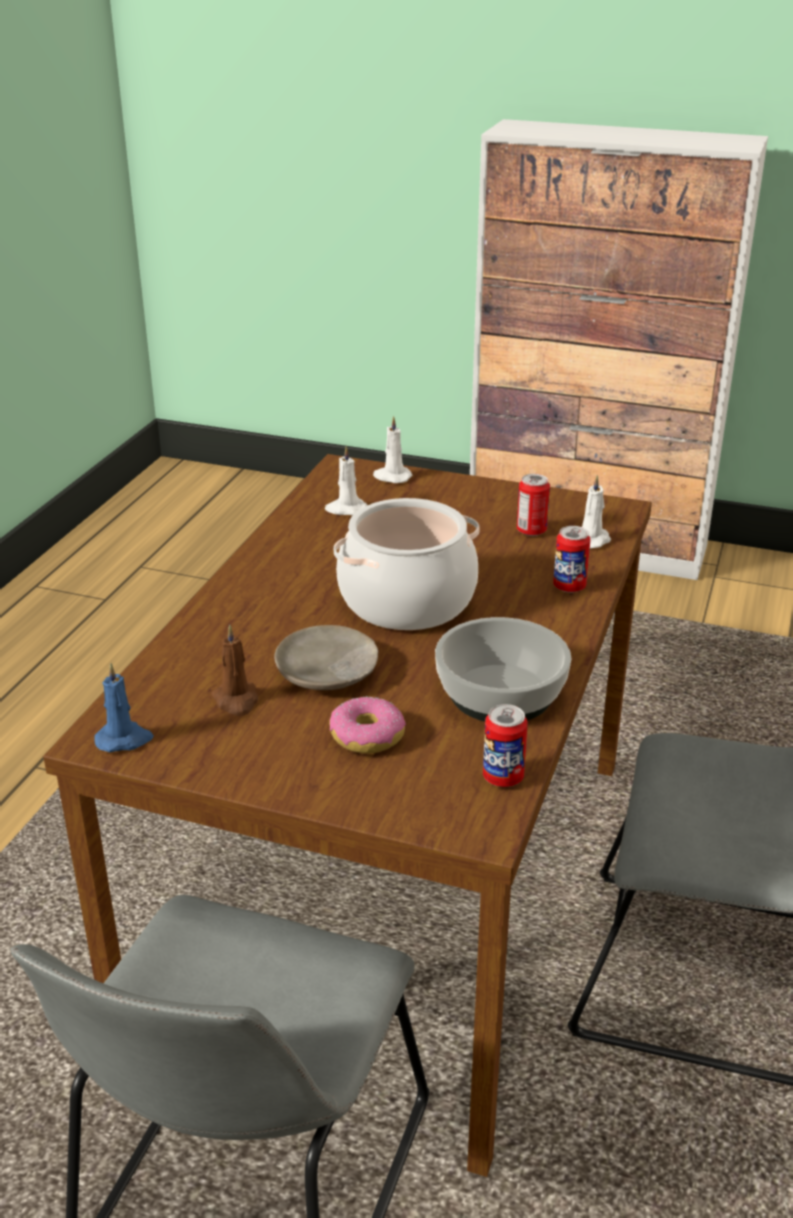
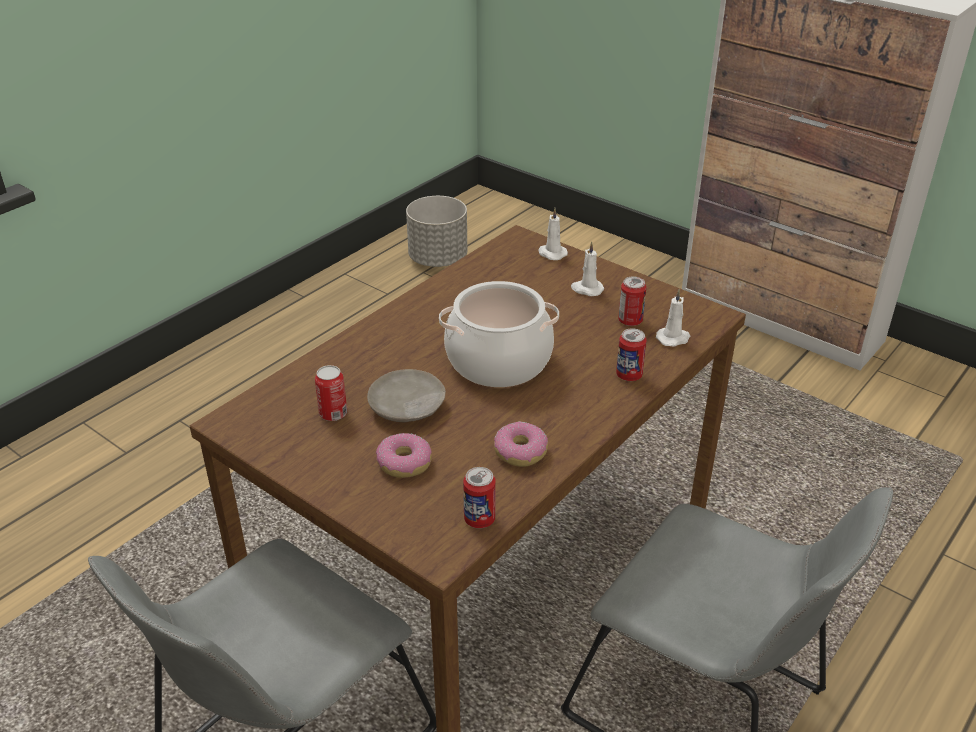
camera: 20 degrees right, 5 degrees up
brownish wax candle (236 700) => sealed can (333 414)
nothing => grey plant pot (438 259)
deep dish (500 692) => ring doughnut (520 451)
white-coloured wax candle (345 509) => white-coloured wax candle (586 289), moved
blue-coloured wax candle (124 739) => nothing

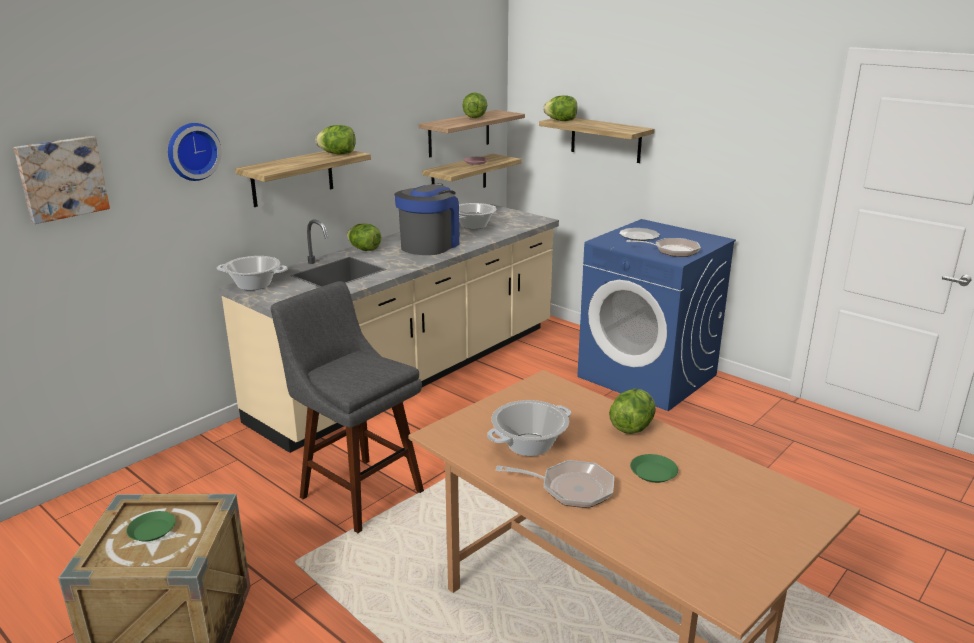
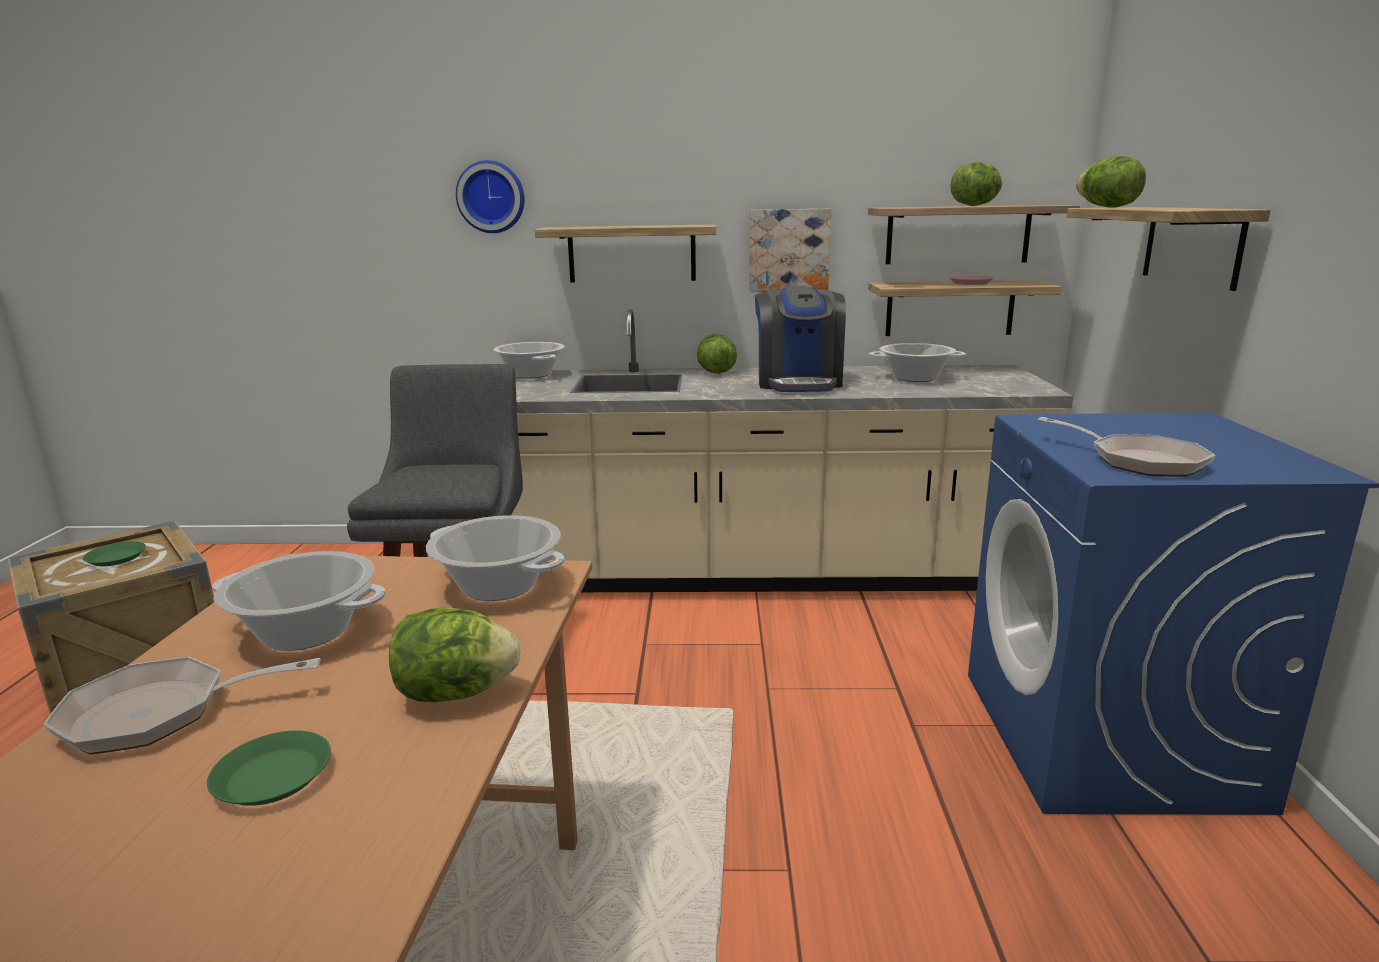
camera: 50 degrees right, 5 degrees down
pan (570 489) => pan (159 713), 105 degrees clockwise
nothing => saucepot (499 585)
picture (62 178) => picture (788 250), moved
coffee brewer (429 245) => coffee brewer (798 383), 105 degrees clockwise
lettuce (338 154) => nothing
flat dish (639 236) => nothing

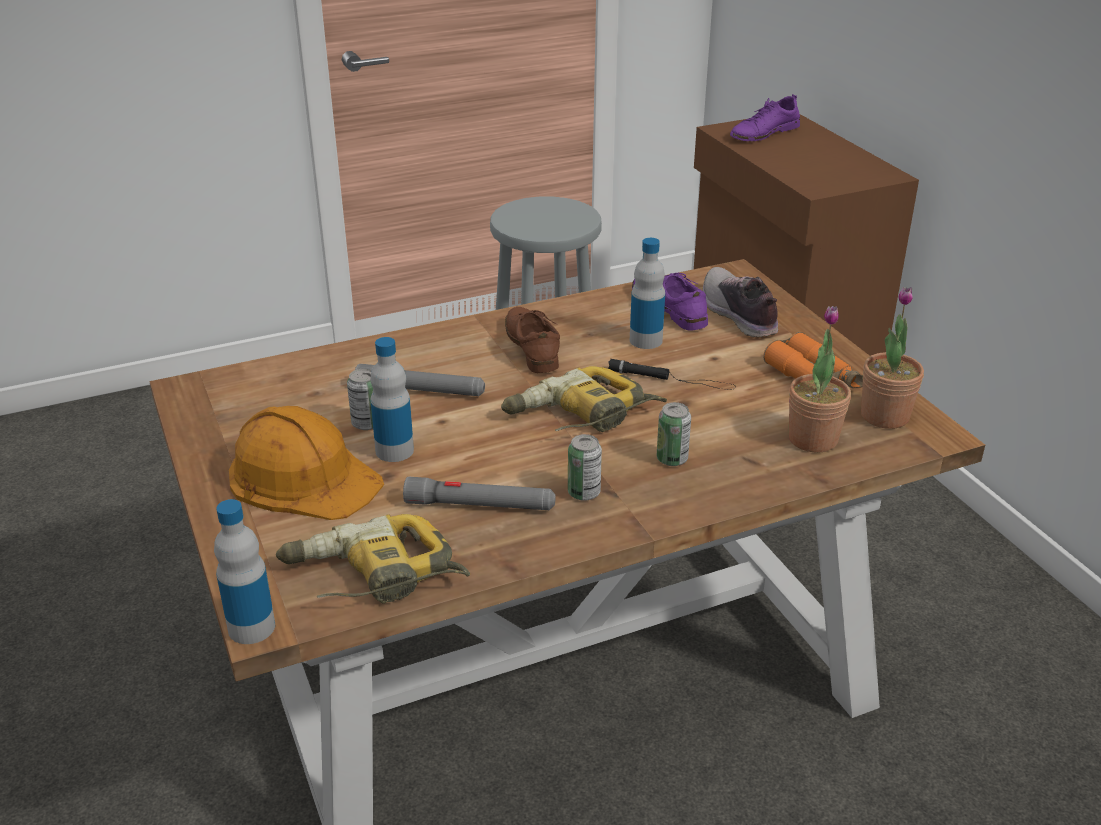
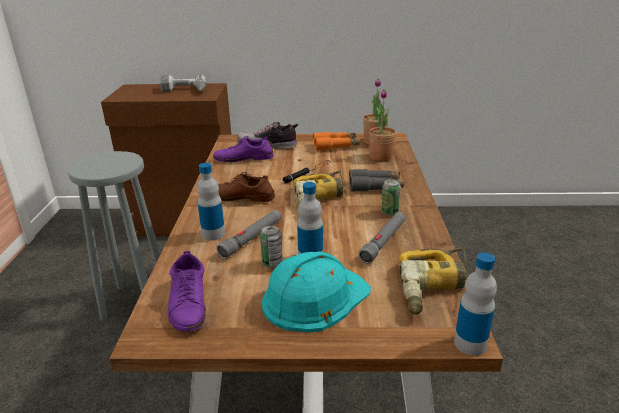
camera: 65 degrees left, 5 degrees down
nothing => power drill (184 90)
purple shoe (764 133) => purple shoe (188 303), moved
drink bottle (646 340) => drink bottle (213 234), moved
orange-coloured safety helmet (303 477) => turquoise-coloured safety helmet (314 297)
sealed can (672 459) => grey binoculars (375 186)

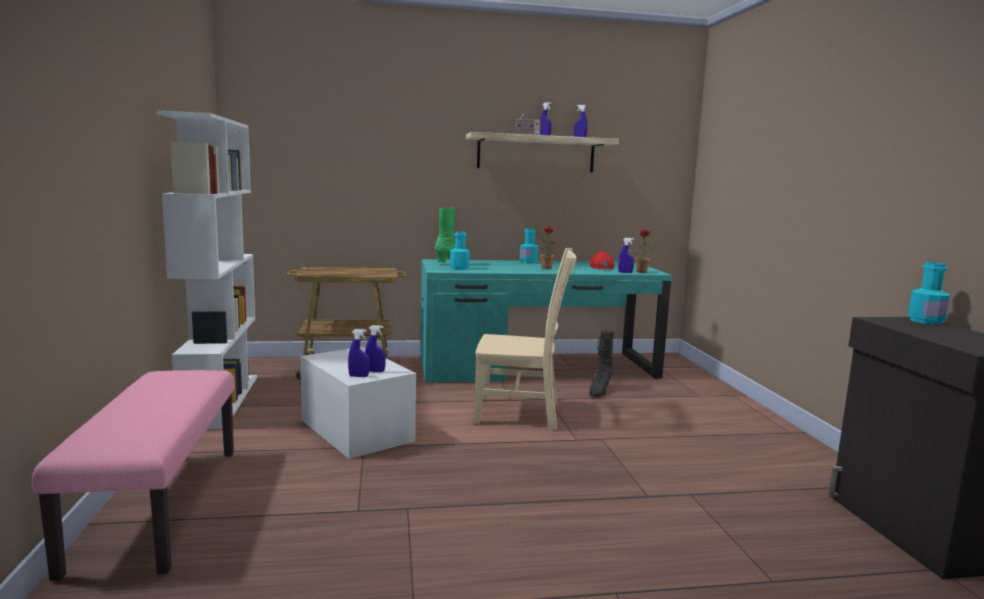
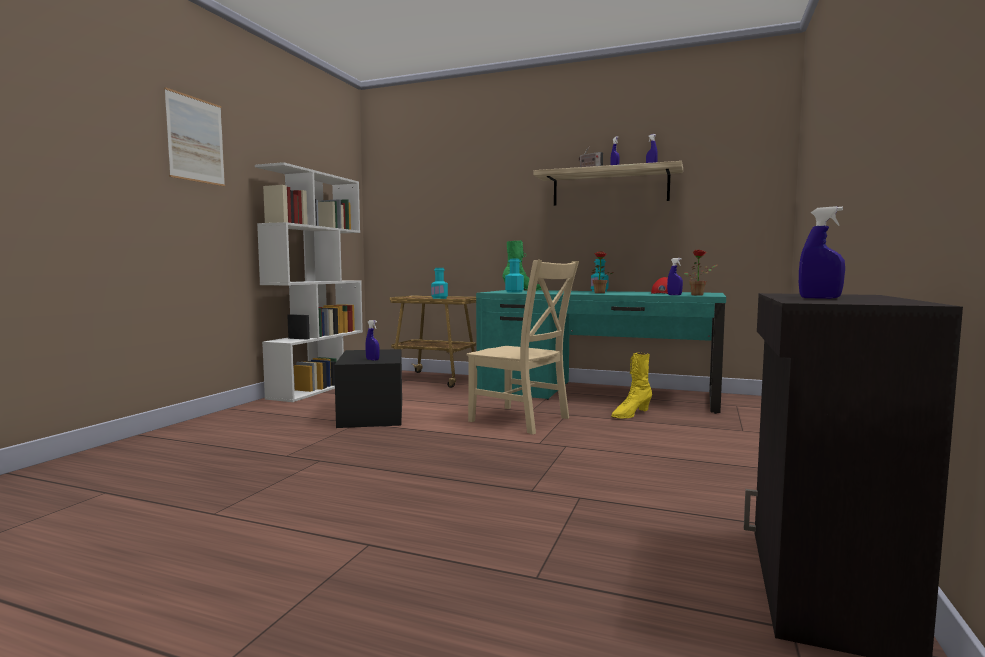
camera: 30 degrees right, 5 degrees down
nothing => picture (195 140)
white-coloured storage container (356 430) => black-coloured storage container (372 413)
turquoise-coloured drink bottle (925 321) => turquoise-coloured drink bottle (439 298), moved
black-coloured boot (599 391) => yellow-coloured boot (630 415)
blue-coloured hand sprayer (358 376) => blue-coloured hand sprayer (819 298), moved
pink indoor bench (157 505) => nothing

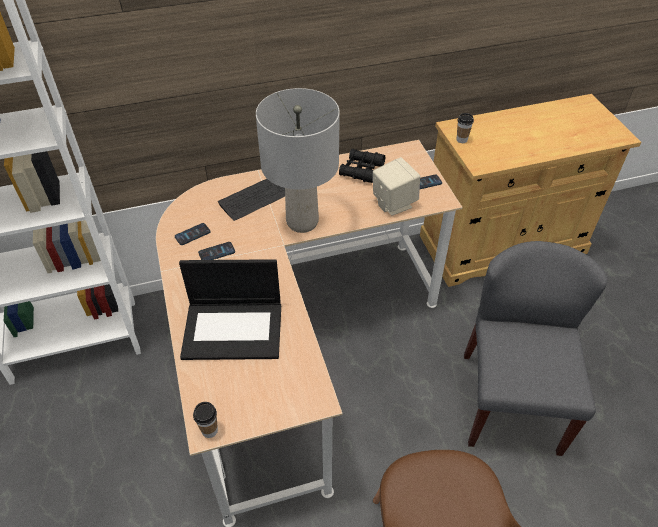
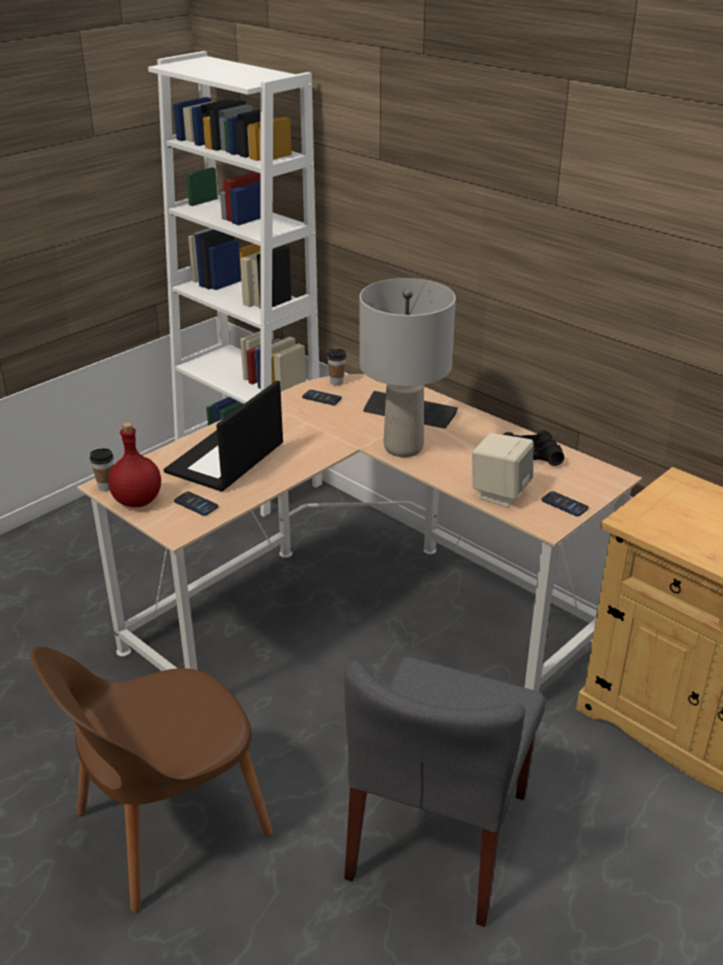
camera: 60 degrees right, 15 degrees down
nothing => red-coloured drink bottle (138 501)
notebook computer (234 329) => notebook computer (225 459), 60 degrees clockwise
telephone (216 252) => telephone (196 504), moved
small cup (461 140) => small cup (336 382), moved
grey chair (510 401) => grey chair (439 836), 135 degrees clockwise

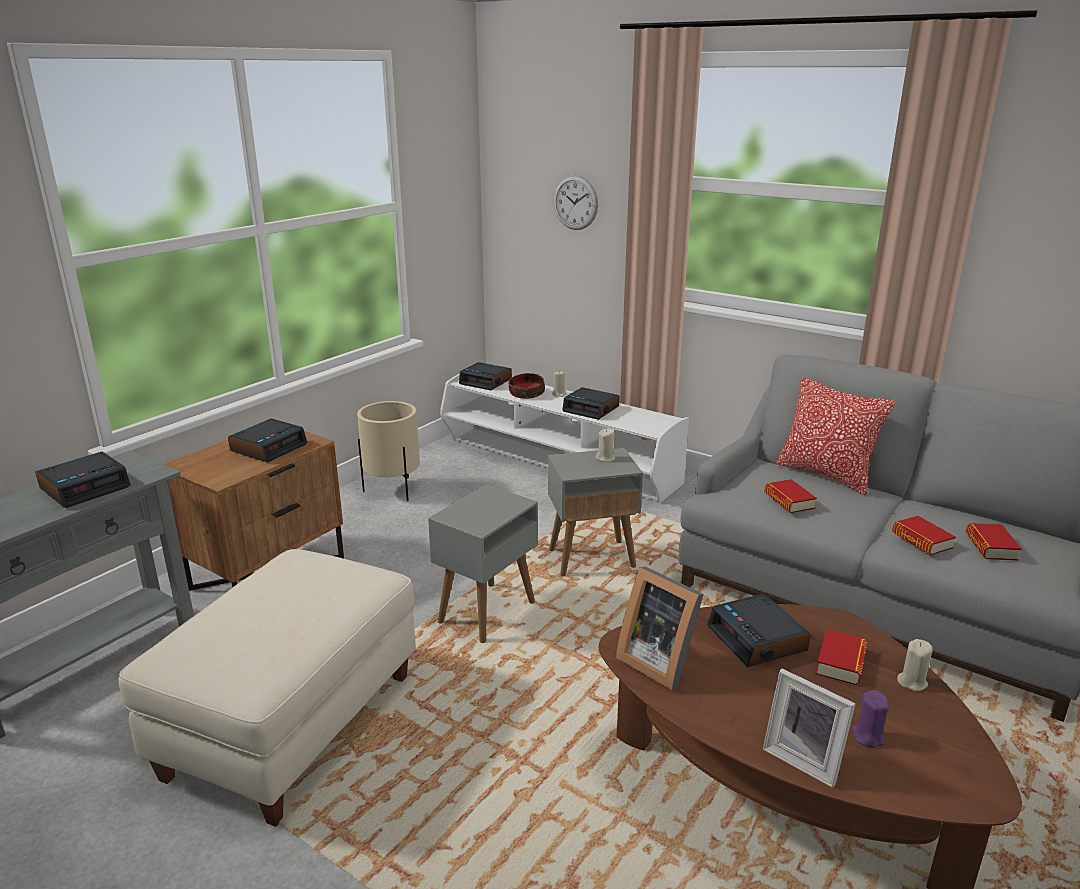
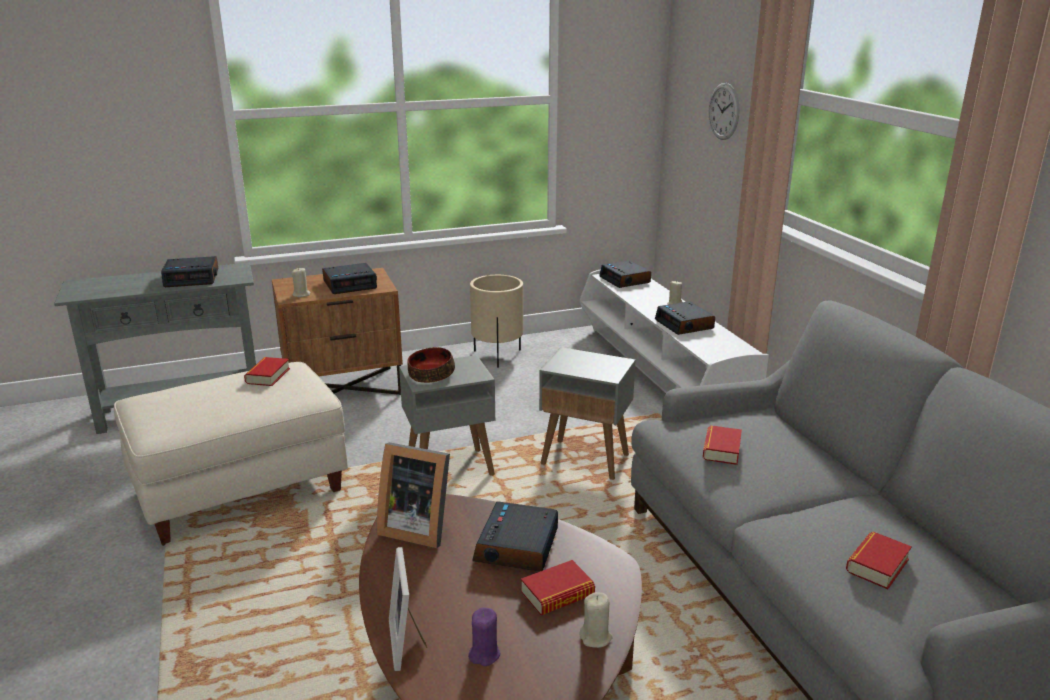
camera: 35 degrees right, 0 degrees up
volume (922 540) => volume (268 376), moved
sand-coloured wax candle (605 458) => sand-coloured wax candle (301 294), moved
picture frame (658 661) => picture frame (416 527), 60 degrees counterclockwise
deep dish (526 394) => deep dish (430 375), moved
throw pillow (826 475) => nothing

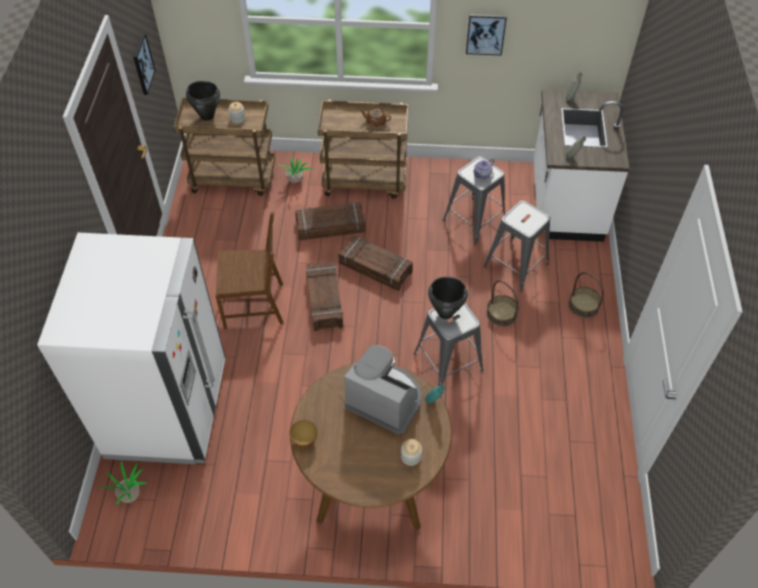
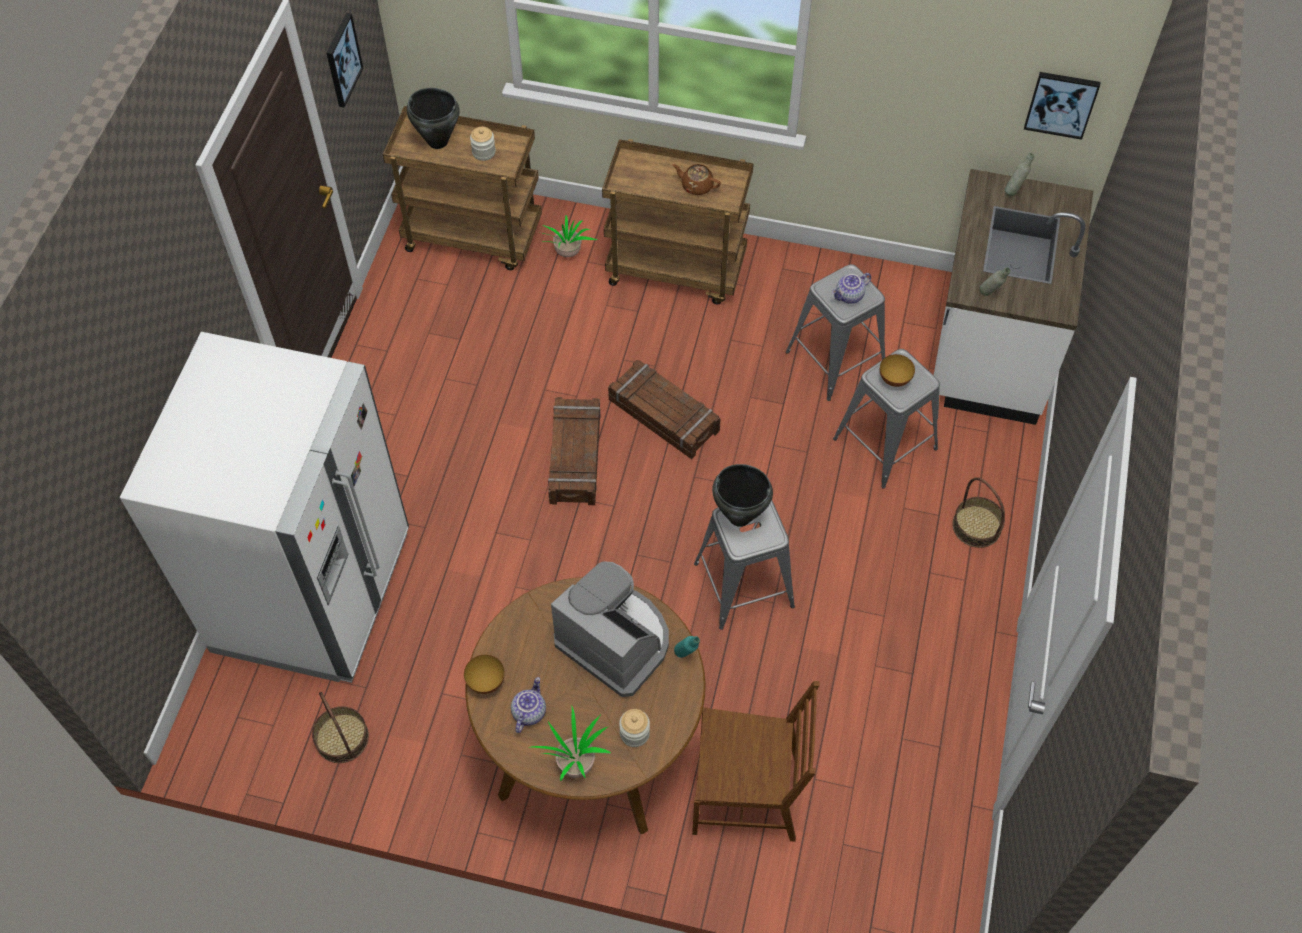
camera: 10 degrees right, 5 degrees up
household basket (501 314) => household basket (342 738), moved
nothing => tea pot (528 712)
plant in a pot (130 494) => plant in a pot (575 762), moved
brownish chair (254 304) => brownish chair (748 793), moved
nothing => deep dish (894 379)
picture (485 33) => picture (1061 104), moved
packing crate (330 226) => nothing

